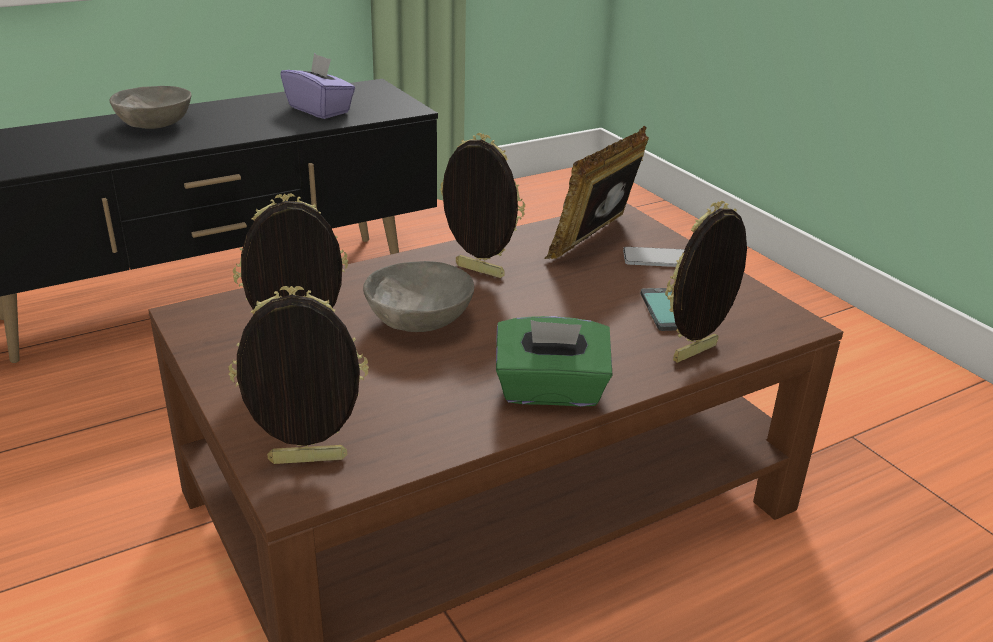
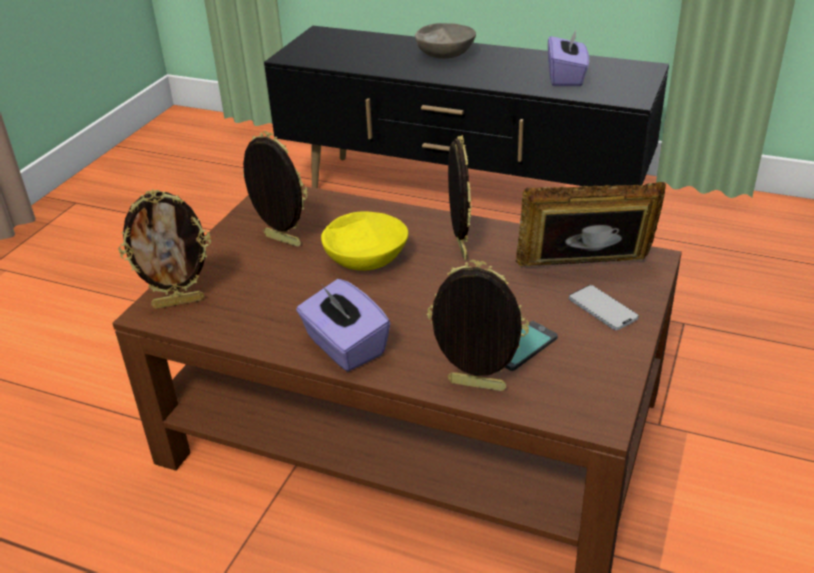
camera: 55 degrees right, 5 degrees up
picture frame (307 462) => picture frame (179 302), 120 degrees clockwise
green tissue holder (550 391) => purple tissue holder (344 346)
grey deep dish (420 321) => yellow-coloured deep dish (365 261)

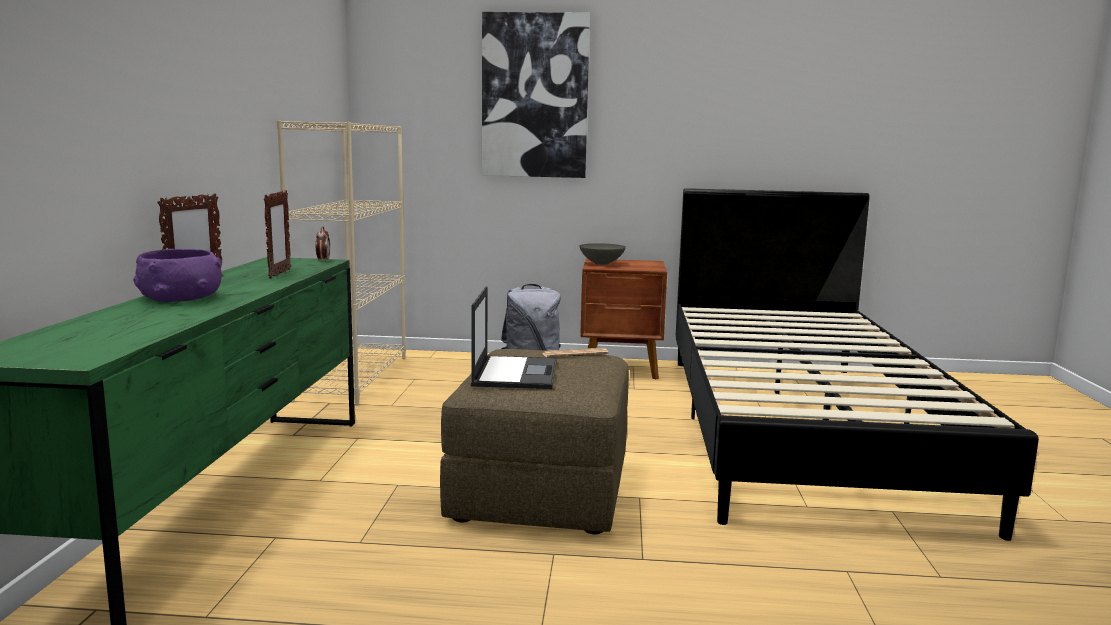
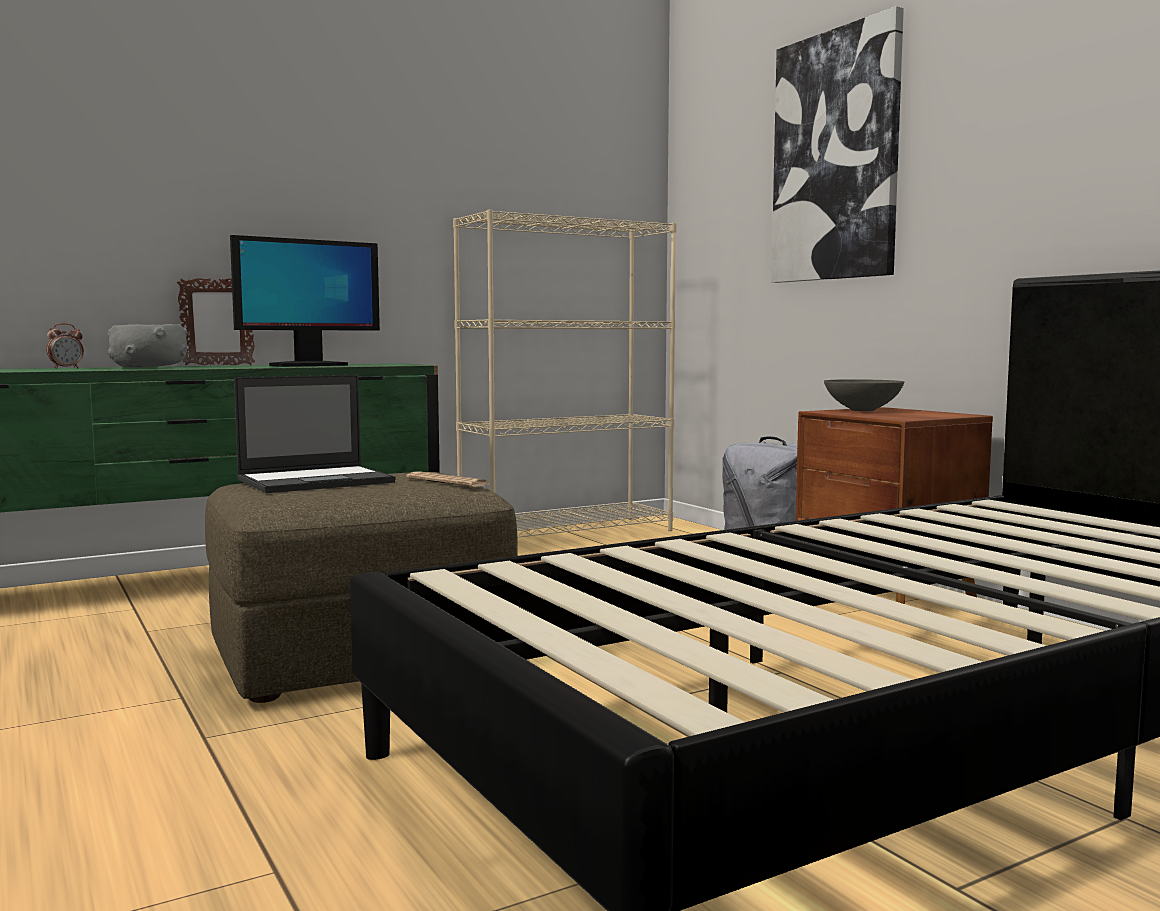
camera: 55 degrees right, 5 degrees down
alarm clock (323 260) => alarm clock (66 368), moved
purple deep dish (181 298) => grey deep dish (150 367)
picture frame (279 274) => computer display (308 365)

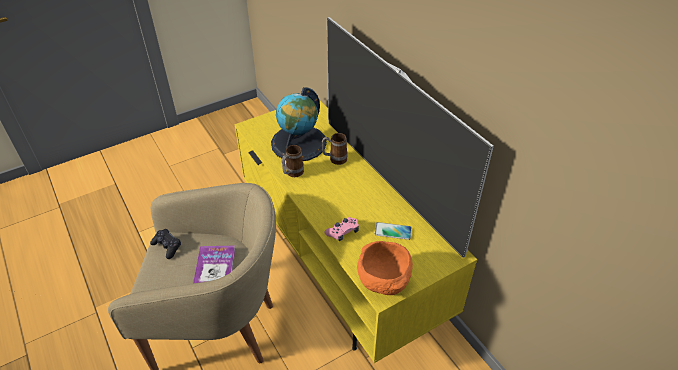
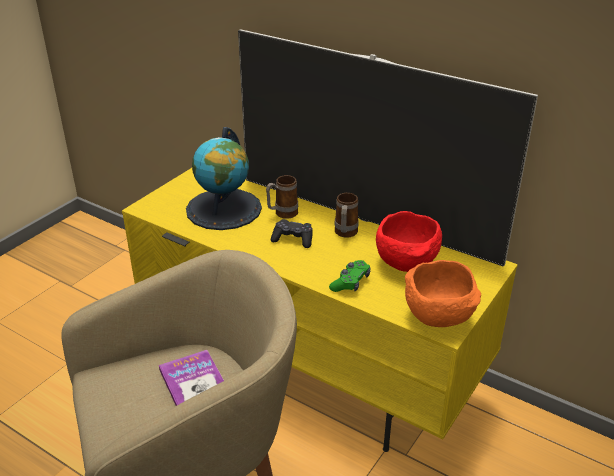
camera: 25 degrees left, 10 degrees down
black-coloured joypad (167 246) => black-coloured joypad (293 239), moved
pink joypad (343 232) => green joypad (350 282)
tea mug (292 174) => tea mug (345 234), moved
telephone (393 231) => red-coloured deep dish (407 265)

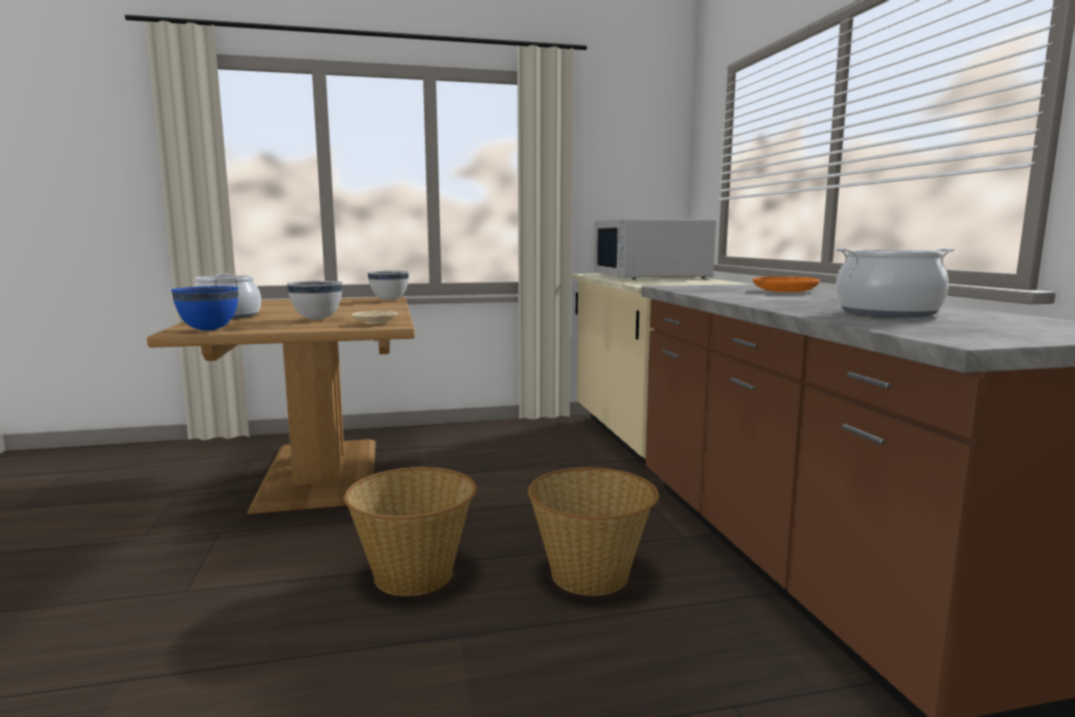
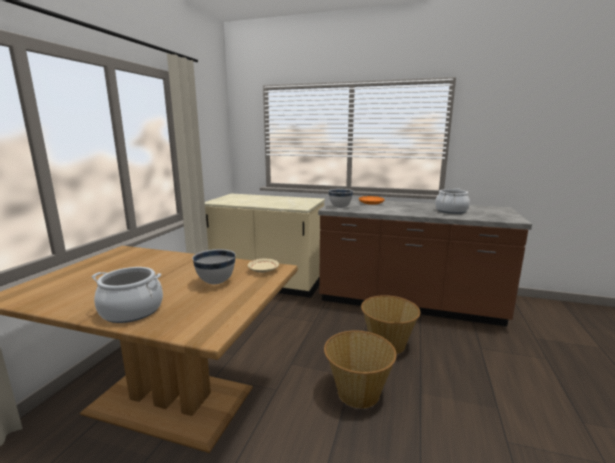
camera: 60 degrees left, 5 degrees up
white-coloured deep dish (389 300) => white-coloured deep dish (340 207), moved
blue-coloured deep dish (209 330) => nothing
white-coloured microwave oven (650 276) => nothing

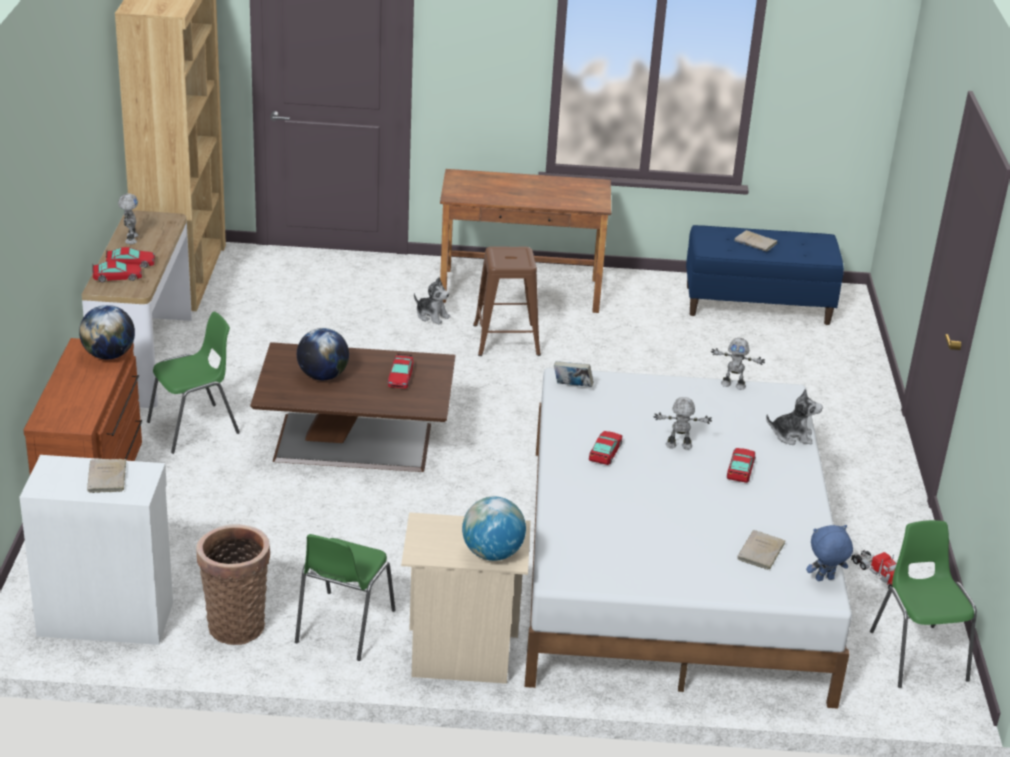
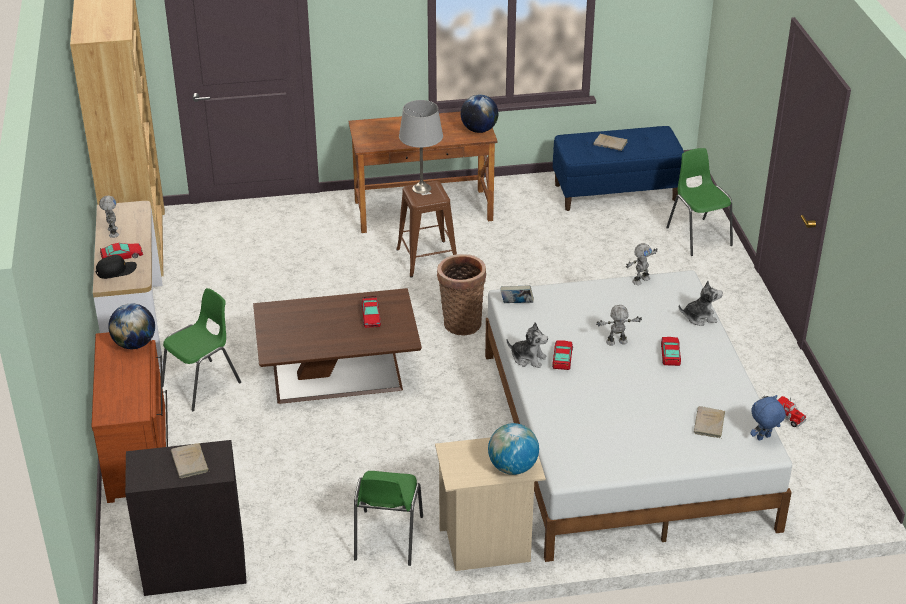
camera: 10 degrees left, 5 degrees up
toy car (117 277) => black-coloured cap (116 271)
white-coloured cupboard (105 617) => black-coloured cupboard (194 568)
nothing => grey lamp for a table (421 188)
household basket (236 623) => household basket (461 322), moved
desk globe (323 376) => desk globe (479 130), moved
soft toy (432 316) => soft toy (528 358), moved
toy robot (733 385) => toy robot (640 280), 45 degrees counterclockwise
green chair (917 655) => green chair (698 236), moved

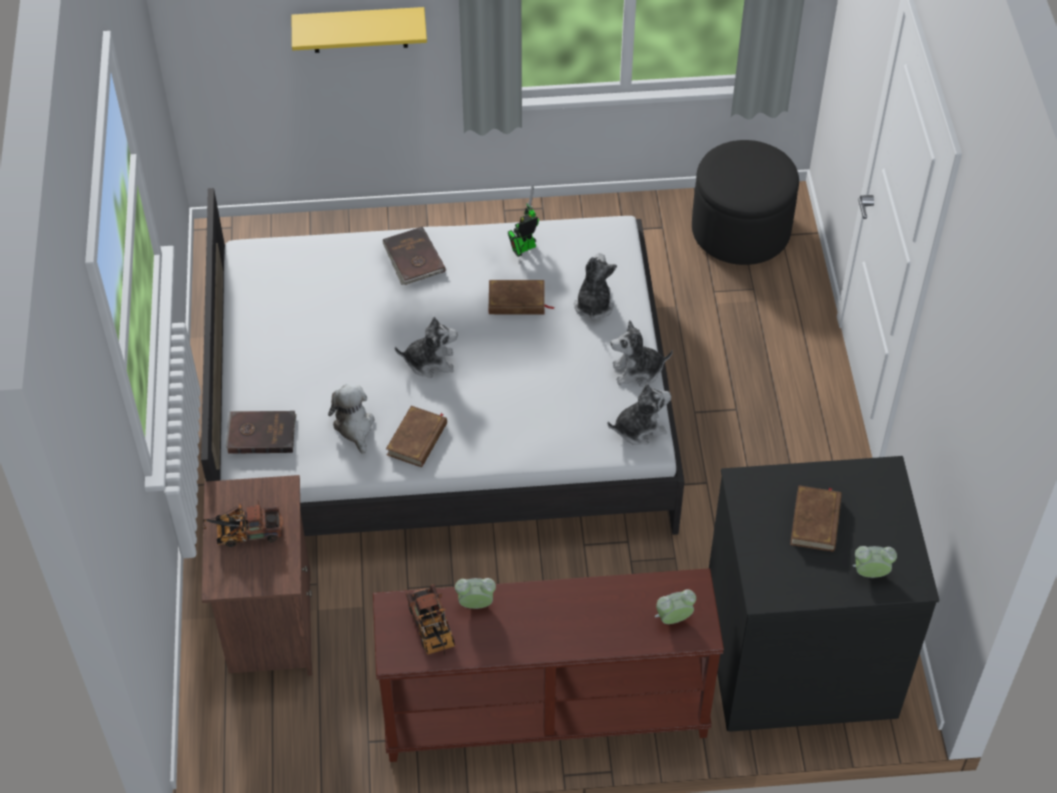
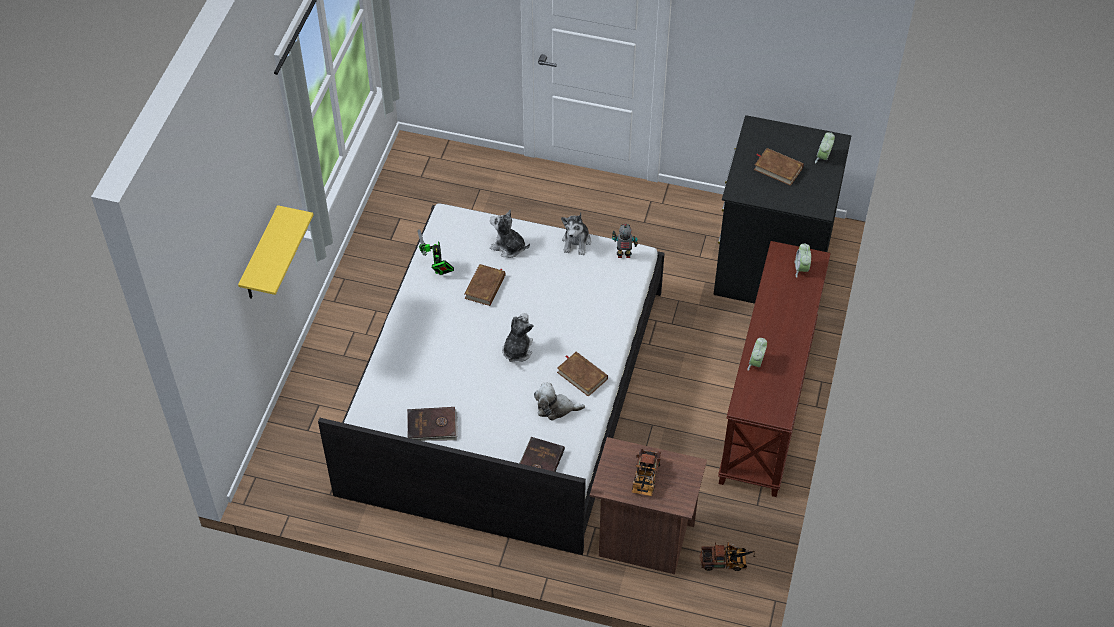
camera: 70 degrees left, 0 degrees up
brownish volume (413 259) => brownish volume (432 426), moved
soft toy (639 428) => toy robot (624 256)
model truck (432 630) => model truck (726 562), moved
black-coloured footrest (740 230) => nothing

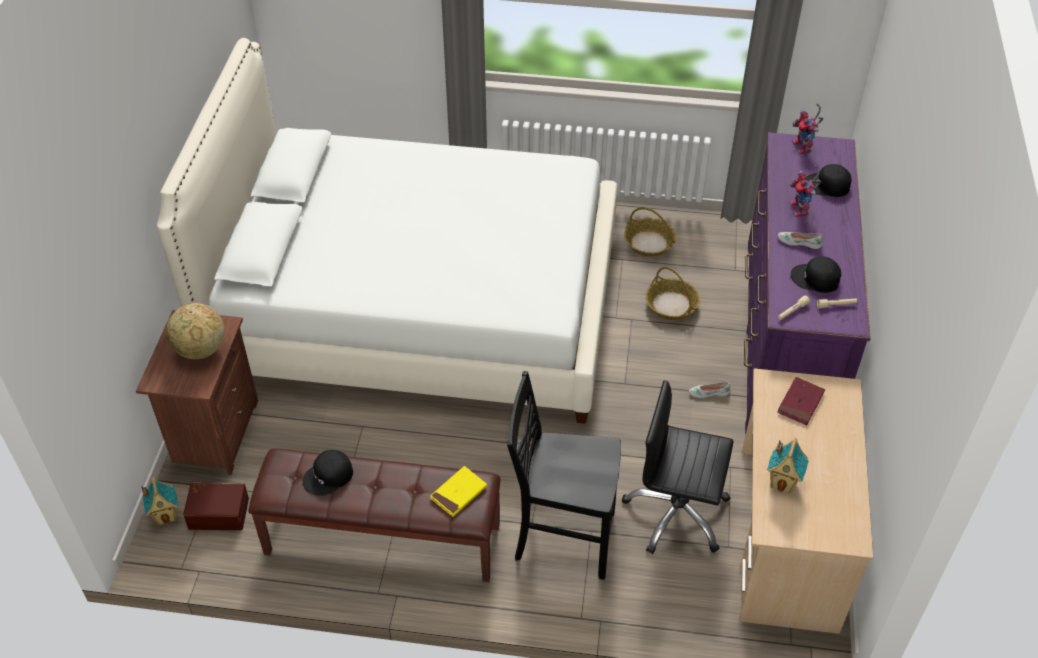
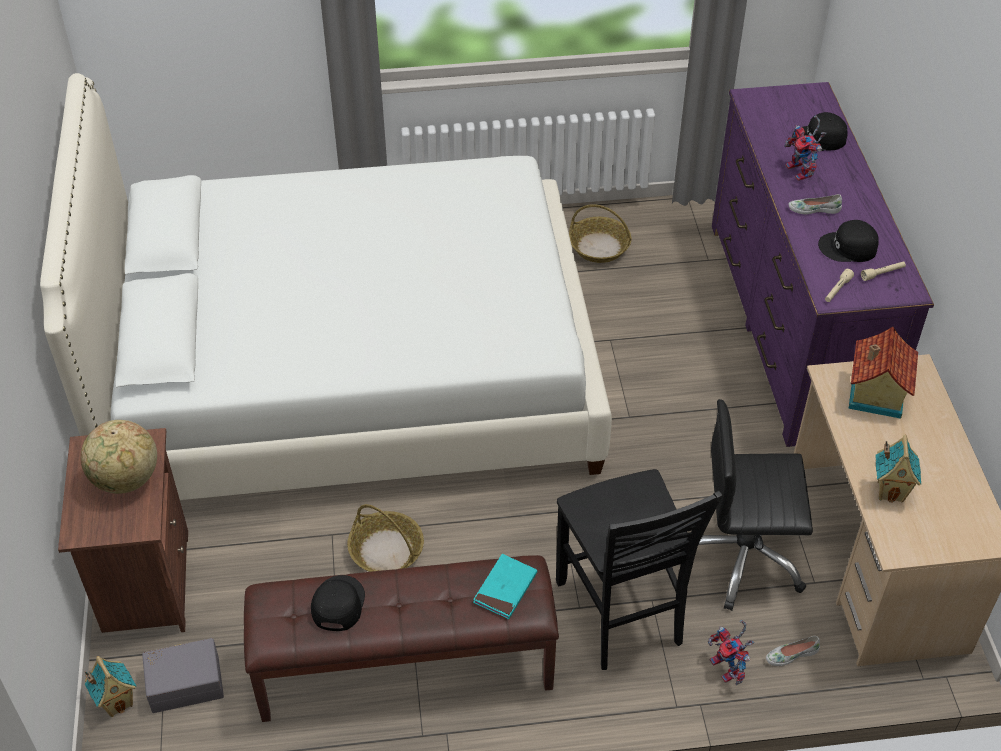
camera: 15 degrees left, 0 degrees up
brownish storage container (219 512) => grey storage container (185 682)
black-coloured cap (329 476) => black-coloured cap (337 604), 150 degrees clockwise
household basket (671 305) => household basket (386 551), moved
yellow-coloured volume (458 493) => turquoise-coloured volume (505 588)
black-coloured chair (562 536) => black-coloured chair (621 614), 105 degrees counterclockwise
toy robot (804 148) => toy robot (728 669), moved
white-coloured shoe (709 392) => white-coloured shoe (791 654), moved
red-coloured volume (800 403) => toy house (874 394)

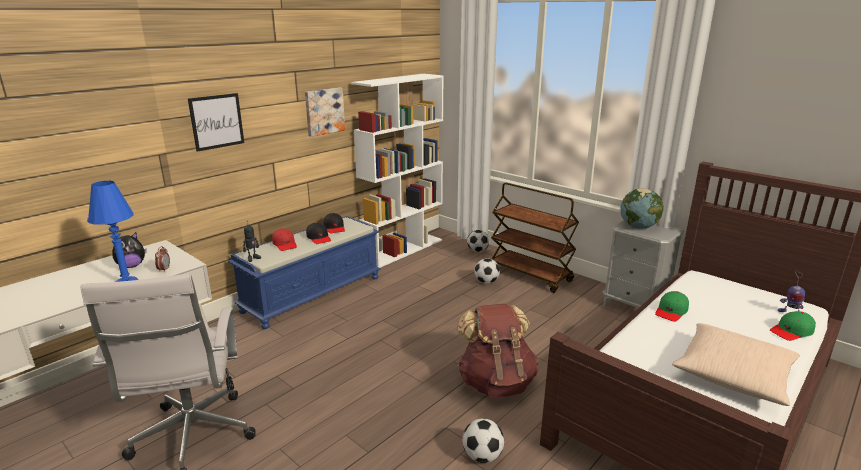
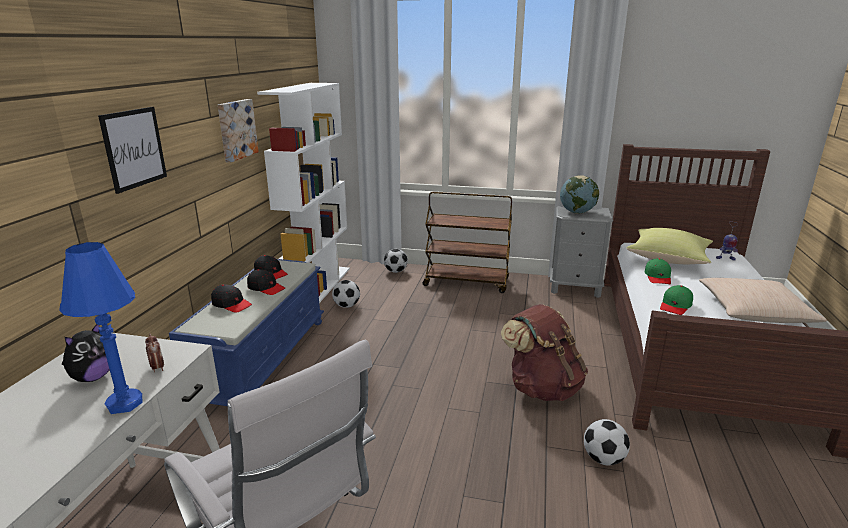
camera: 30 degrees left, 0 degrees up
red-coloured cap (285 244) => black-coloured cap (231 304)
football ball (486 282) => football ball (346 306), moved
nothing => yellow-coloured throw pillow (669 259)
green cap (791 331) => green cap (675 306), moved
toy robot (252 258) => nothing

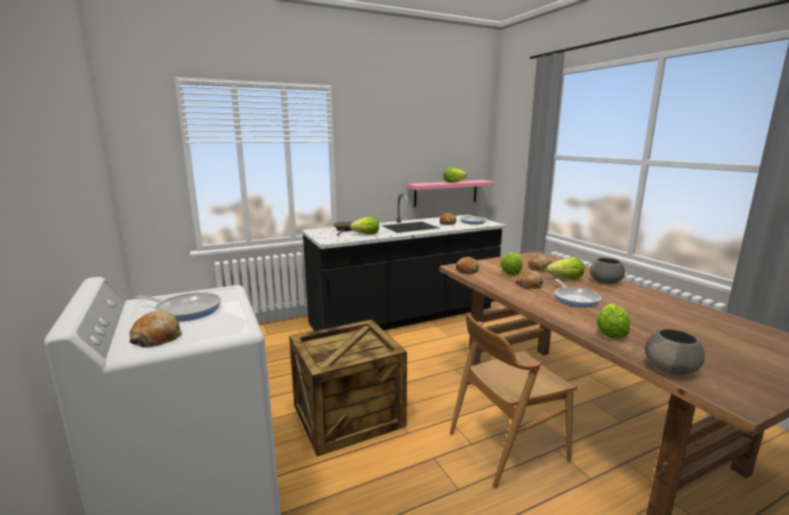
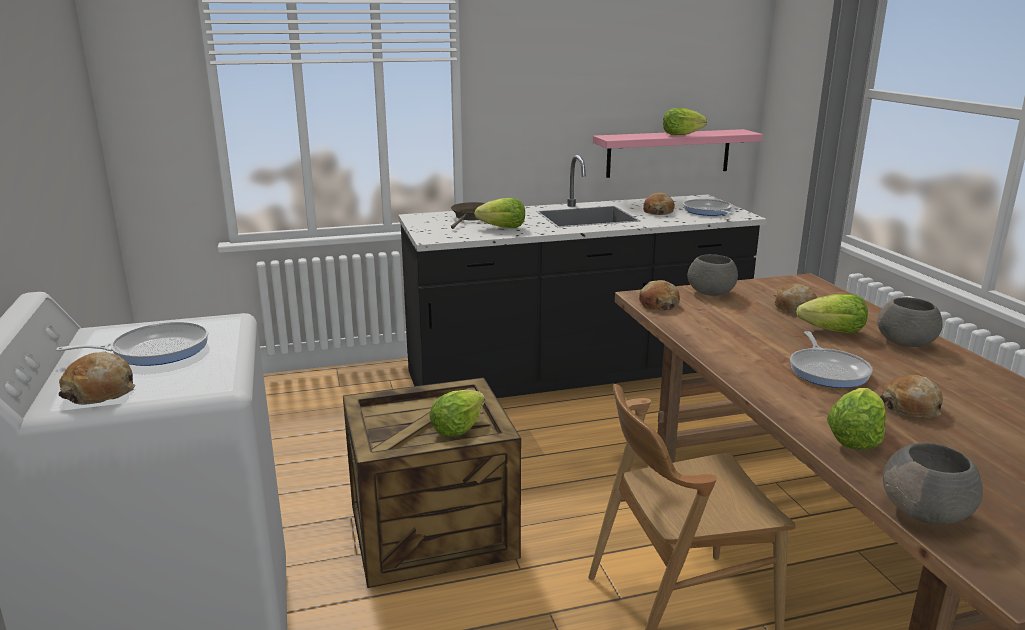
camera: 10 degrees right, 5 degrees up
pan (186 310) => pan (155 350), 45 degrees counterclockwise
lettuce (511 272) => lettuce (457 429), moved
nothing => grey deep dish (711 293)
baked bread (529 285) => baked bread (911 407), moved

